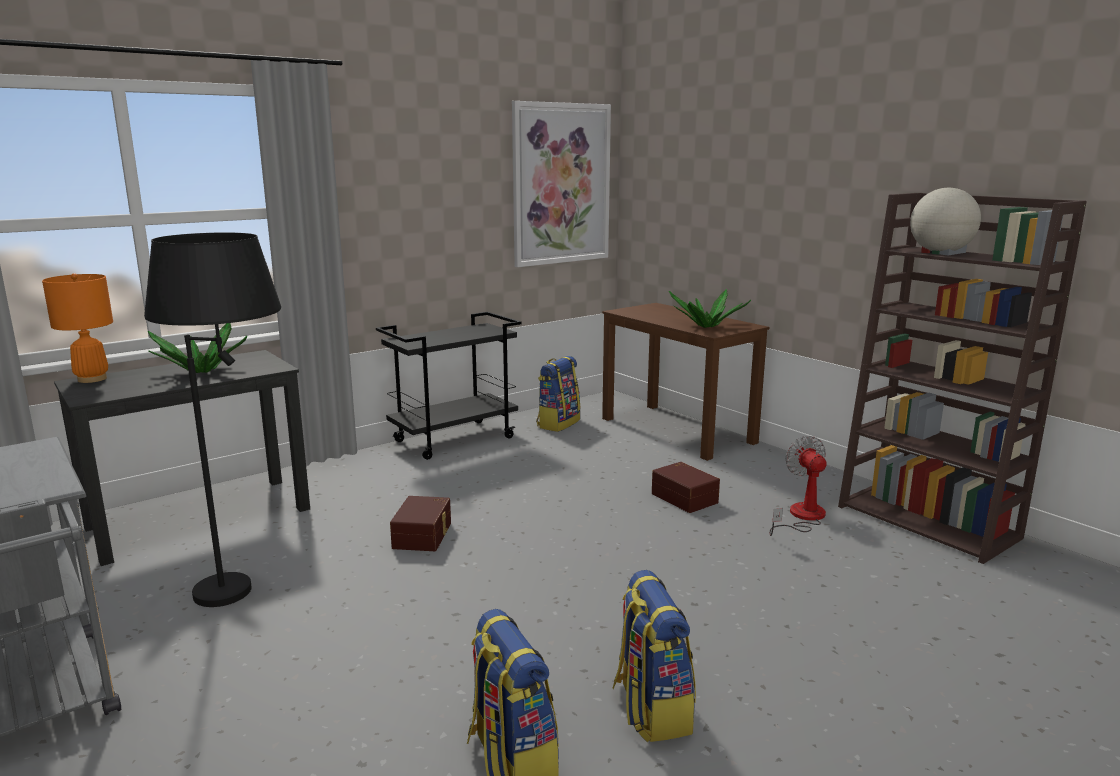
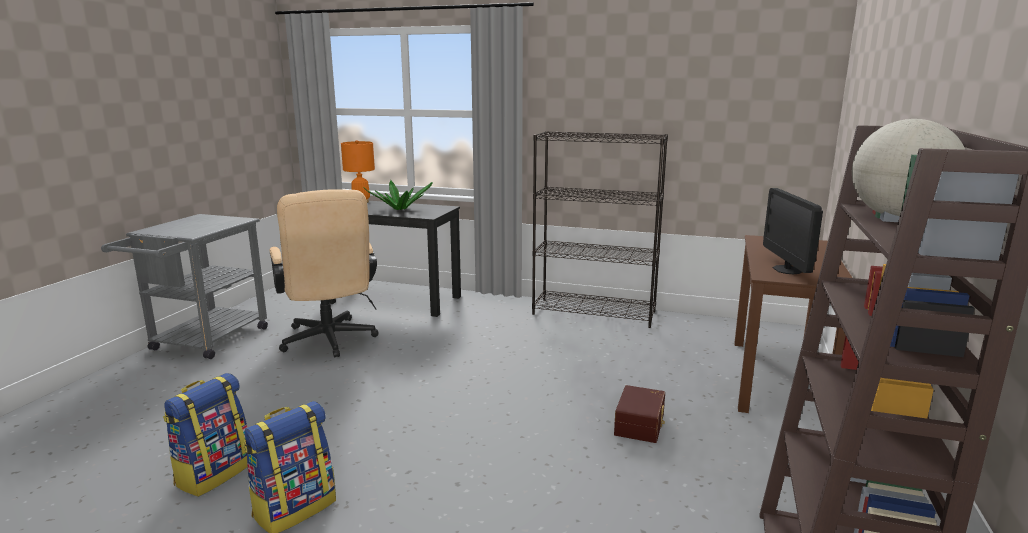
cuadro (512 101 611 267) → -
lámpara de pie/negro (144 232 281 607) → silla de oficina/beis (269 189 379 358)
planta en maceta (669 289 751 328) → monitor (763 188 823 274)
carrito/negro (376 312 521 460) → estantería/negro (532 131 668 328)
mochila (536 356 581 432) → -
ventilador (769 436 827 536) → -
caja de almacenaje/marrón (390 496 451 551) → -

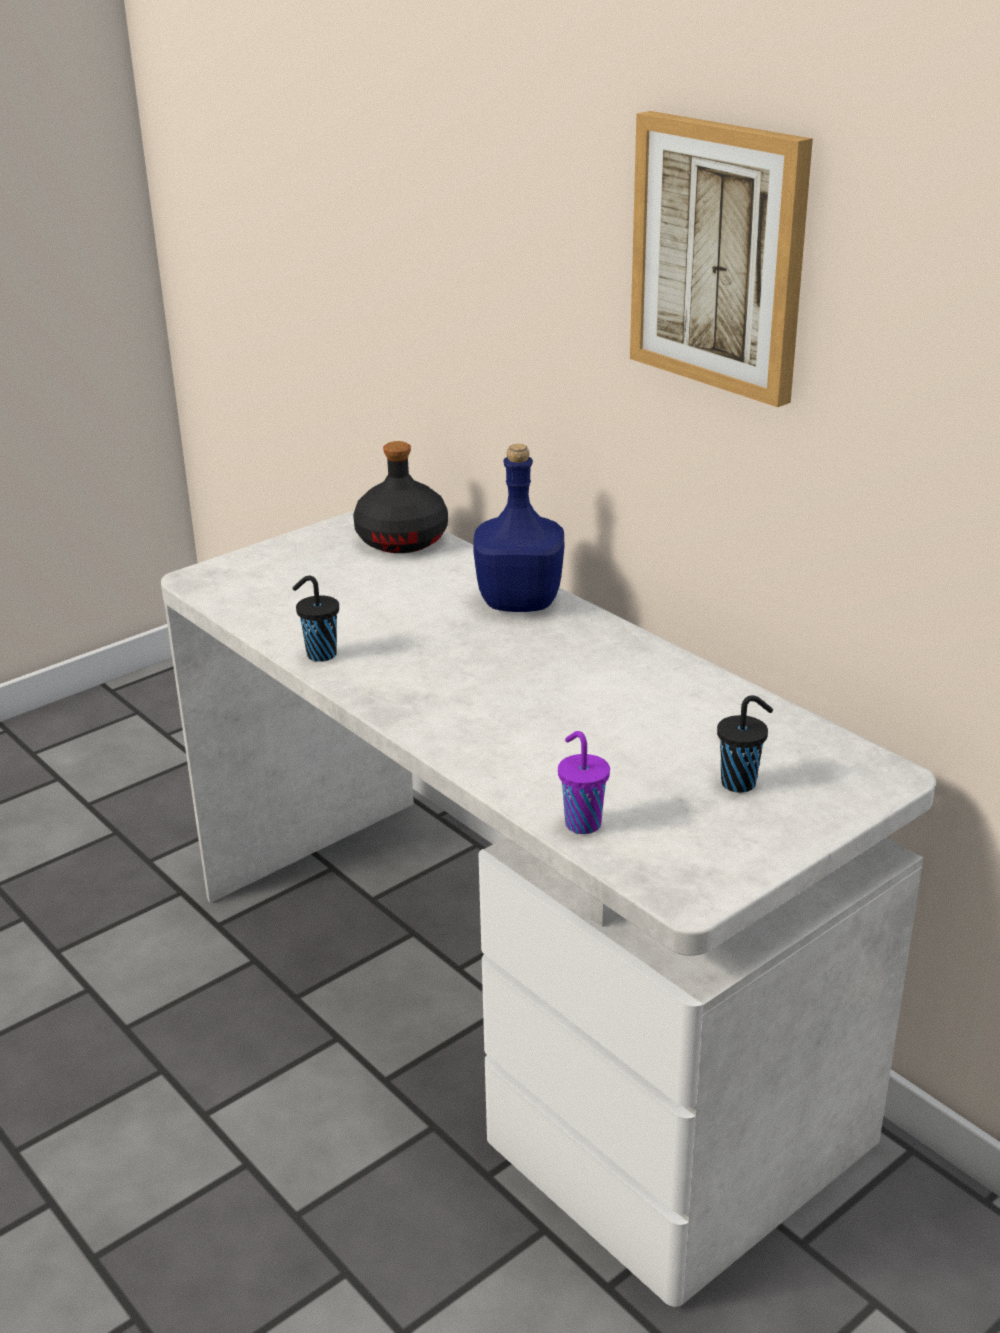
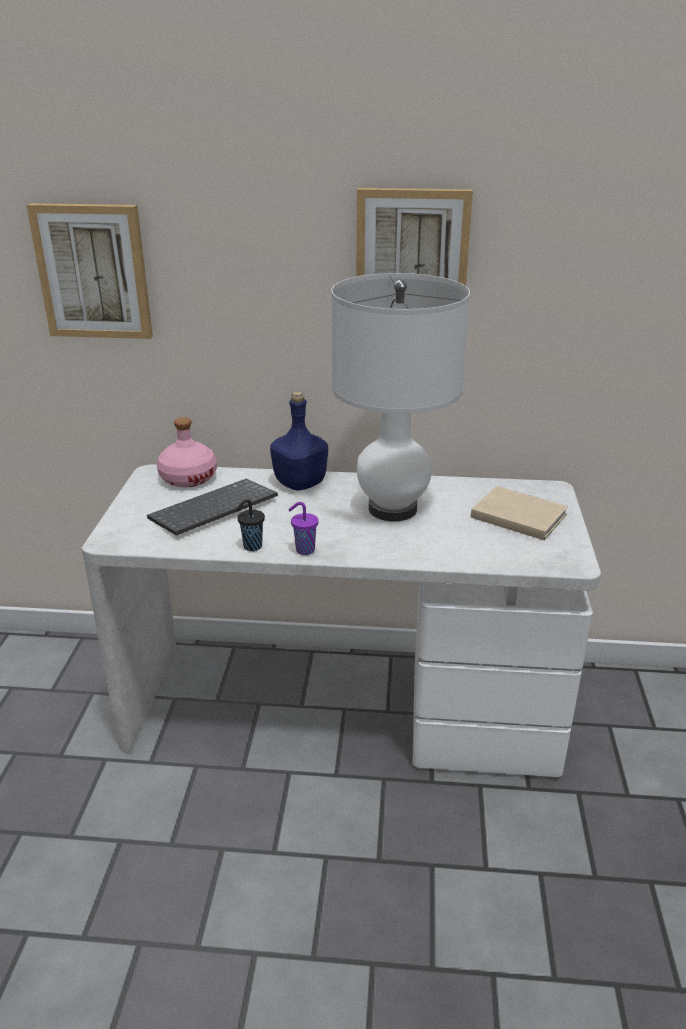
botella/negro (353 441 448 553) → botella/rosa (157 417 217 487)
taza/negro (717 695 773 793) → libro/beis (471 486 568 540)
taza/morado (558 731 610 834) → taza/morado (288 502 318 555), shifted
- → cuadro (27 203 153 339)
- → lámpara de mesa/blanco (331 273 470 521)
- → teclado (147 479 278 536)

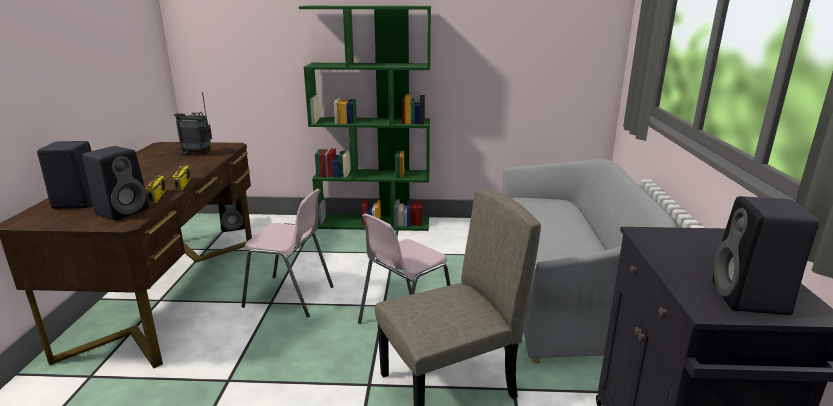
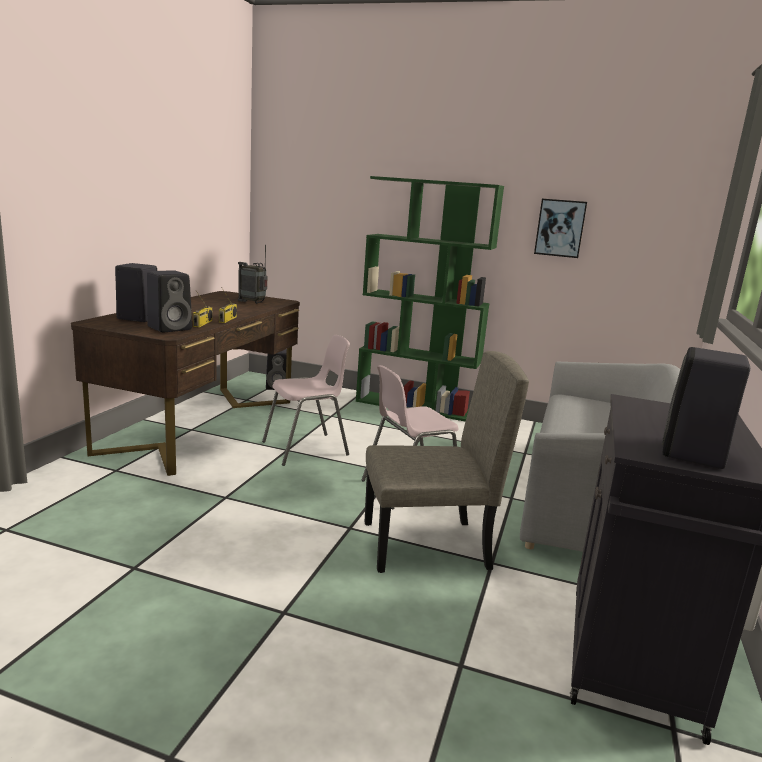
silla/rosa (242 189 334 317) → silla/rosa (262 335 350 466), 60 degrees counterclockwise
- → cuadro (534 199 587 258)

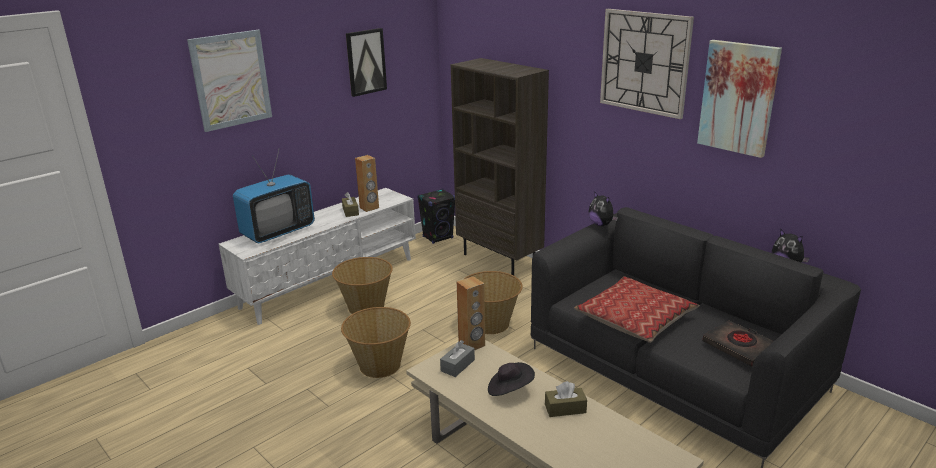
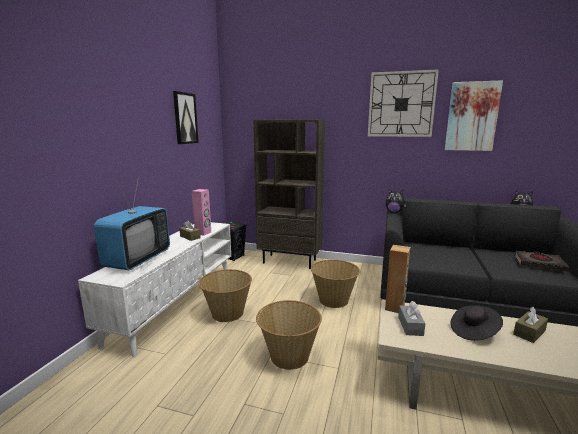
cuadro (187 30 272 132) → -
altavoz/marrón (355 155 379 212) → altavoz/rosa (192 189 211 236)
cojín (574 276 700 343) → -

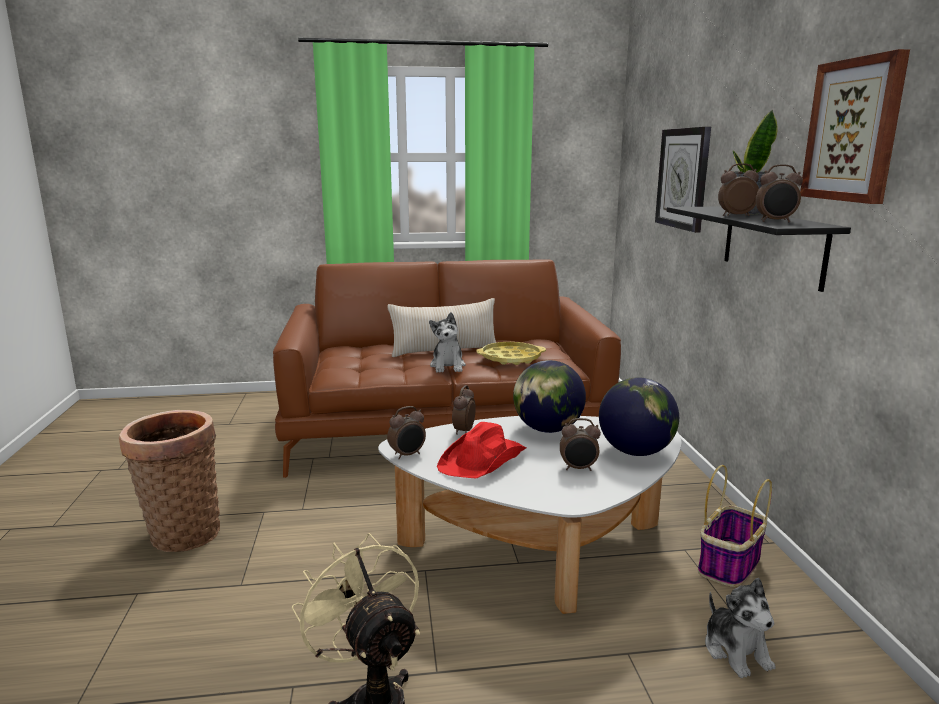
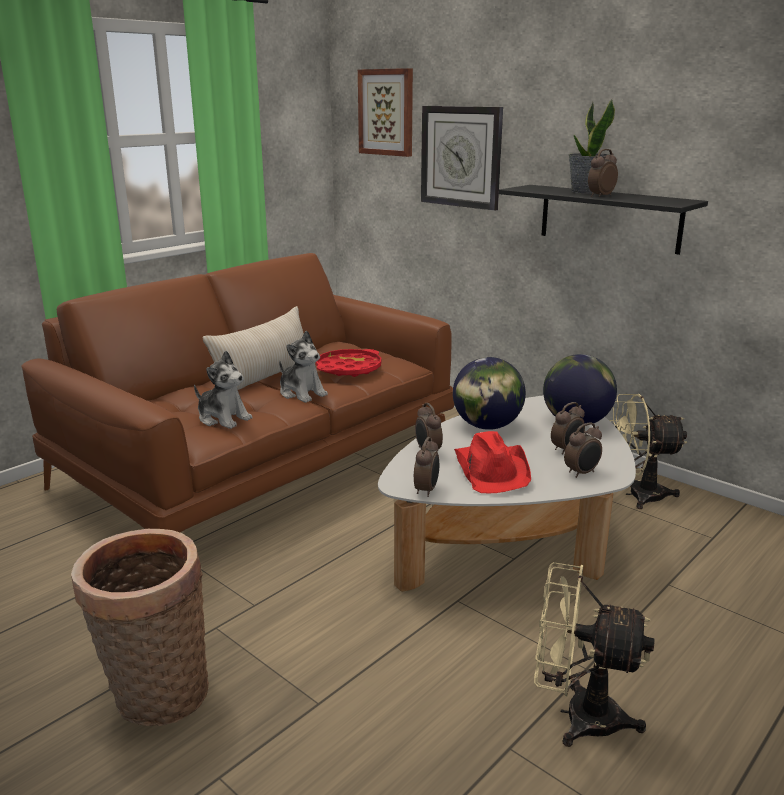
cuadro (800 49 910 204) → cuadro (358 68 413 157), shifted
despertador (755 164 803 223) → despertador (564 423 602 478), shifted
bandeja/amarillo (476 342 546 365) → bandeja/rojo (316 349 381 377)
cesta (698 465 772 587) → ventilador/beis (609 394 688 509)
peluche (705 578 775 678) → peluche (194 351 253 429), shifted

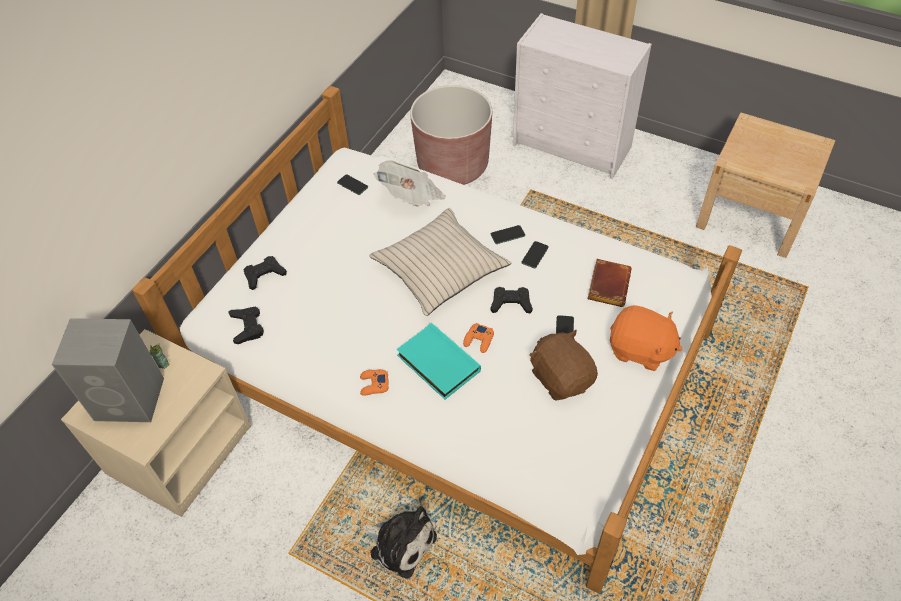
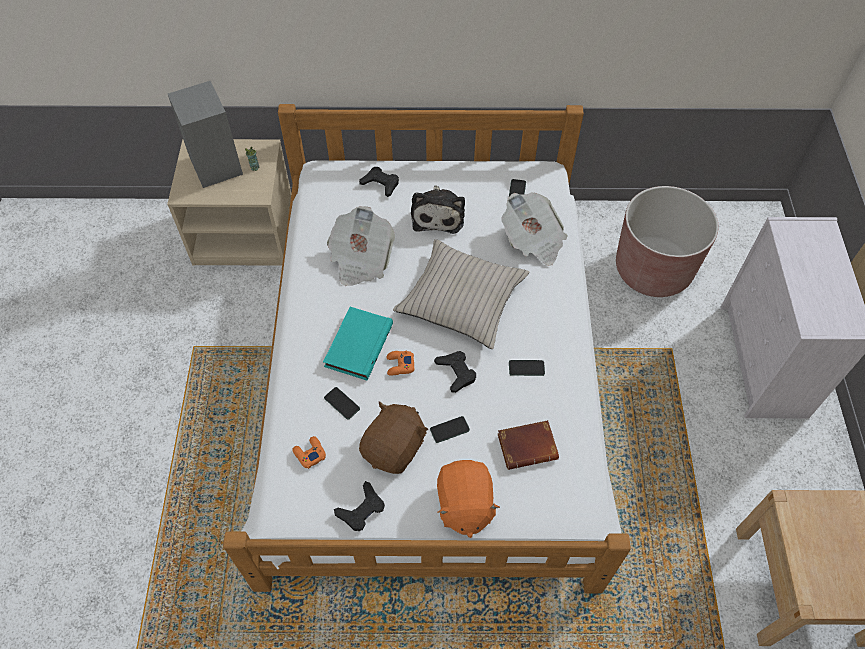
móvil (491 225 525 244) → móvil (324 387 360 419), shifted
mando de consola/negro (228 307 264 344) → mando de consola/negro (334 481 385 531), shifted
mando de consola/naranja (360 369 389 396) → mando de consola/naranja (292 436 326 469), shifted
peluche (363 506 437 579) → peluche (411 185 465 234), shifted
- → periódico (327 206 395 286)

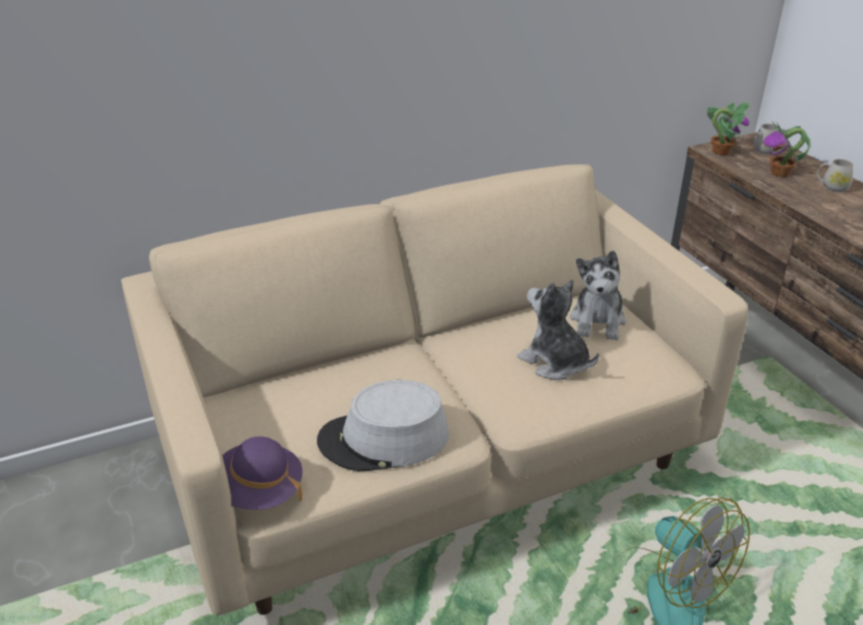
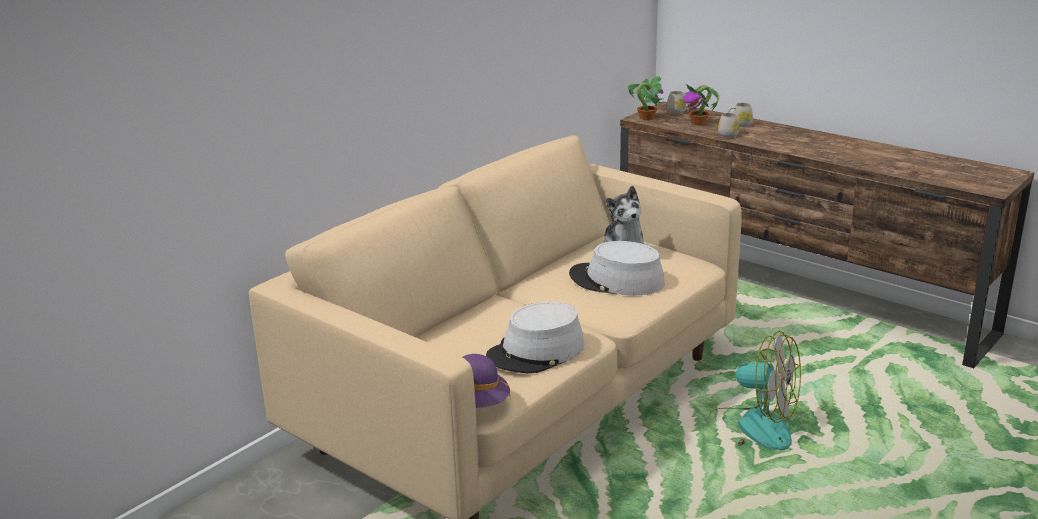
peluche (517 279 599 380) → sombrero/gris (569 241 665 295)
- → taza grande/blanco (718 113 739 138)

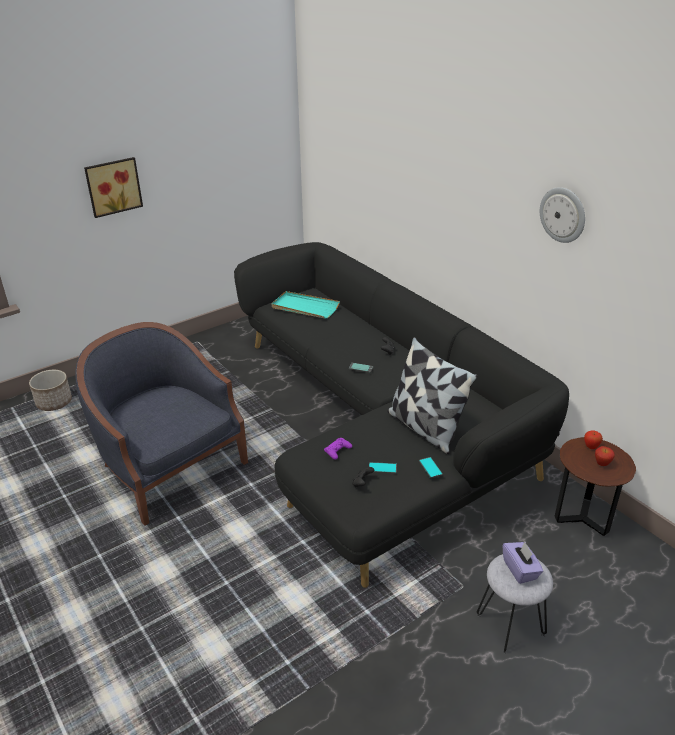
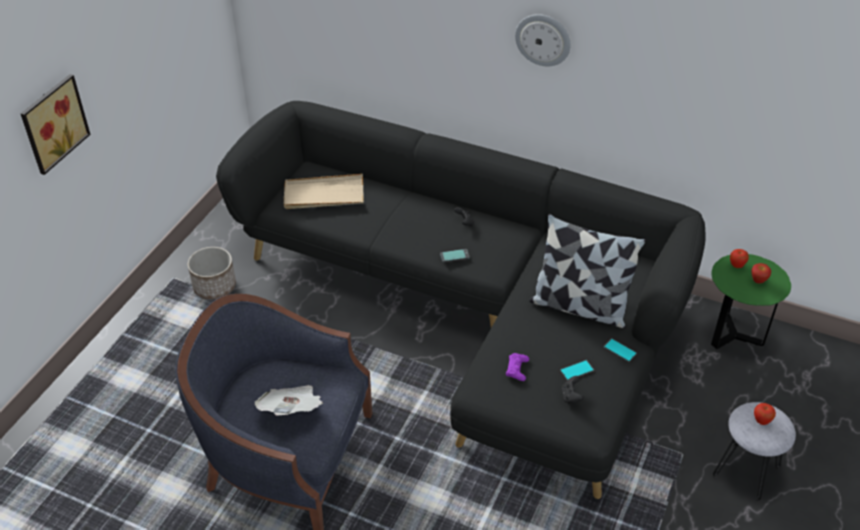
reloj de pared (540 187 585 243) → reloj de pared (515 14 571 66), shifted
bandeja/turquesa (272 291 340 319) → bandeja/beis (284 174 364 209)
maceta (29 370 72 411) → maceta (188 247 236 300), shifted
mesa auxiliar/marrón (555 437 636 536) → mesa auxiliar/verde (711 254 791 349)
caja de pañuelos/morado (502 542 543 584) → manzana (754 403 776 425)
- → periódico (255 385 323 415)

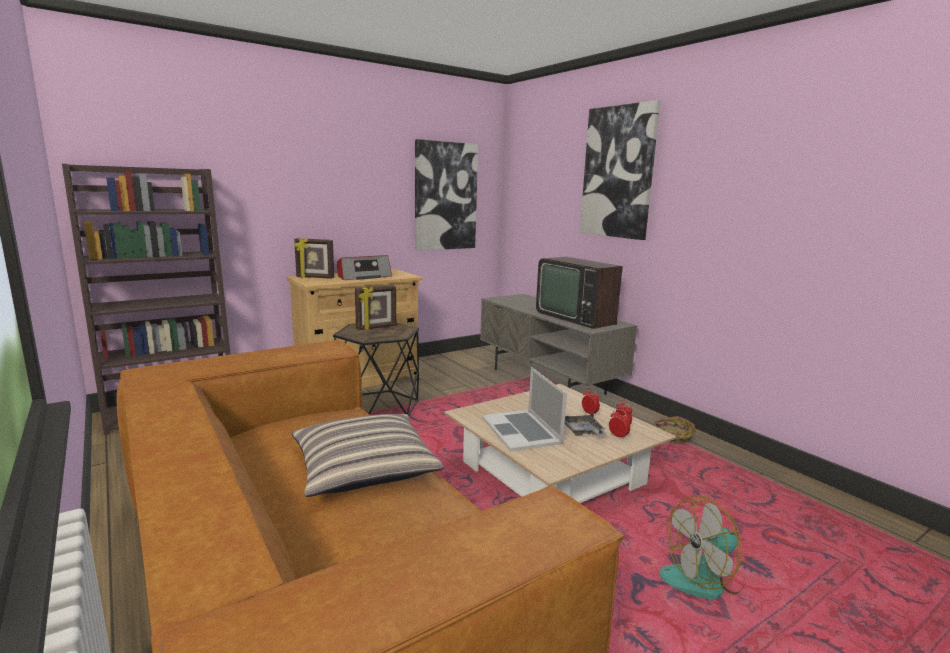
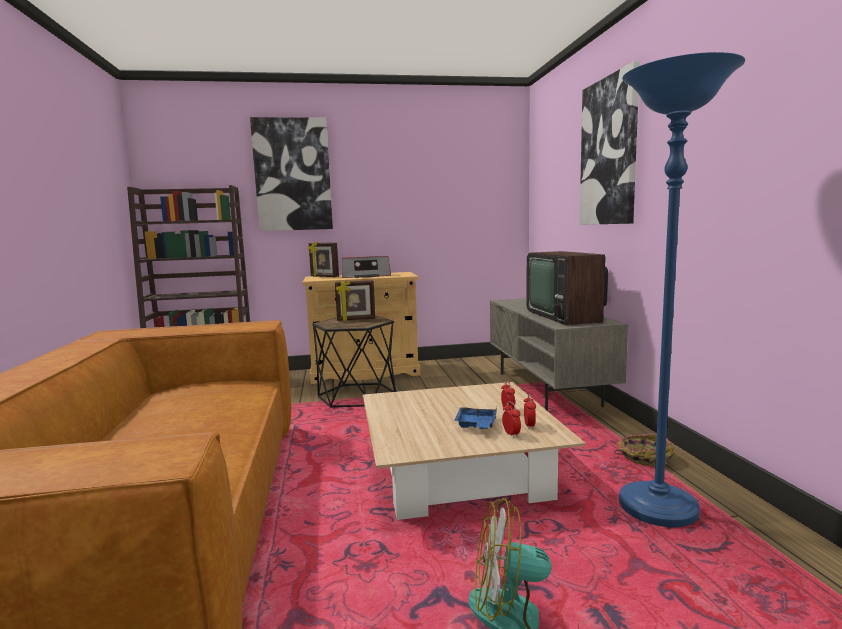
cuadro (415 139 478 251) → cuadro (250 117 333 231), shifted
portátil (482 367 567 451) → -
bandeja/gris (565 412 607 436) → bandeja/azul (454 407 497 429)
cojín (292 414 444 497) → -
- → lámpara de pie/azul (619 52 745 527)

